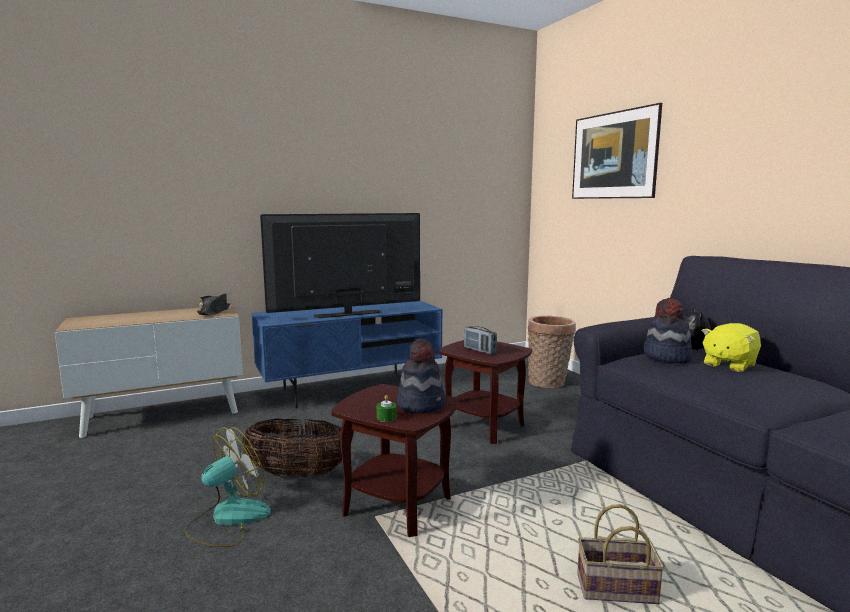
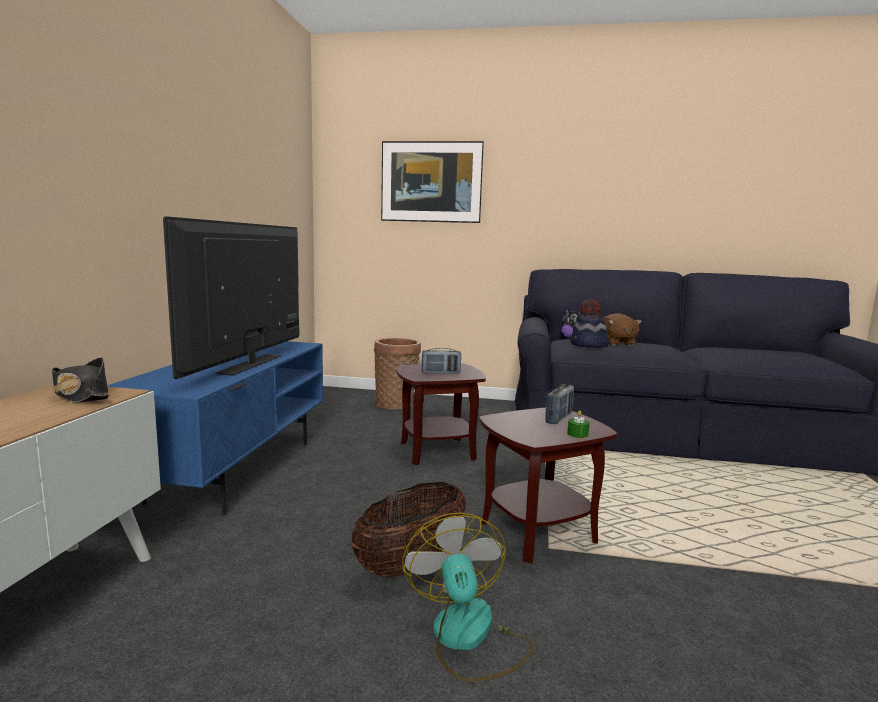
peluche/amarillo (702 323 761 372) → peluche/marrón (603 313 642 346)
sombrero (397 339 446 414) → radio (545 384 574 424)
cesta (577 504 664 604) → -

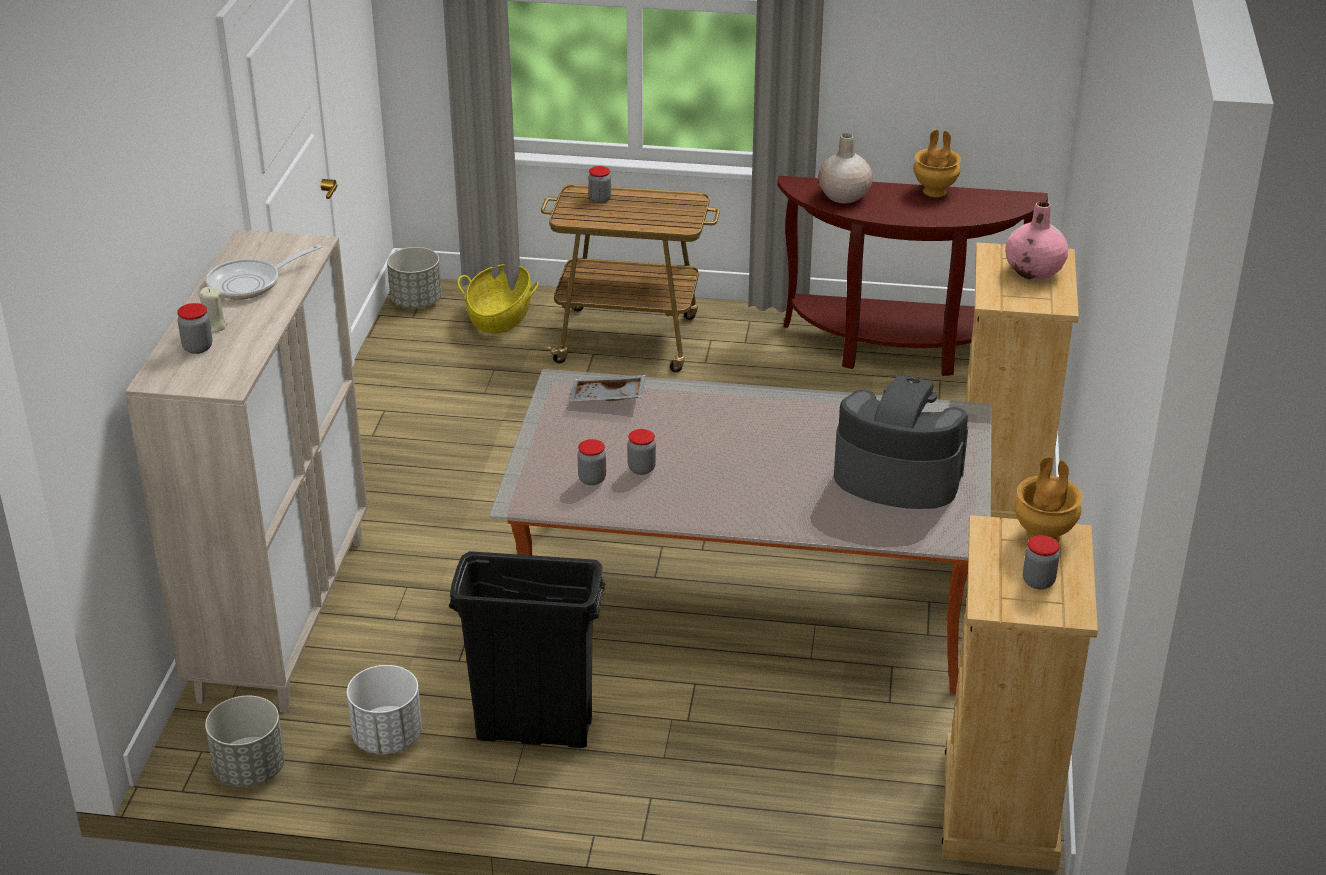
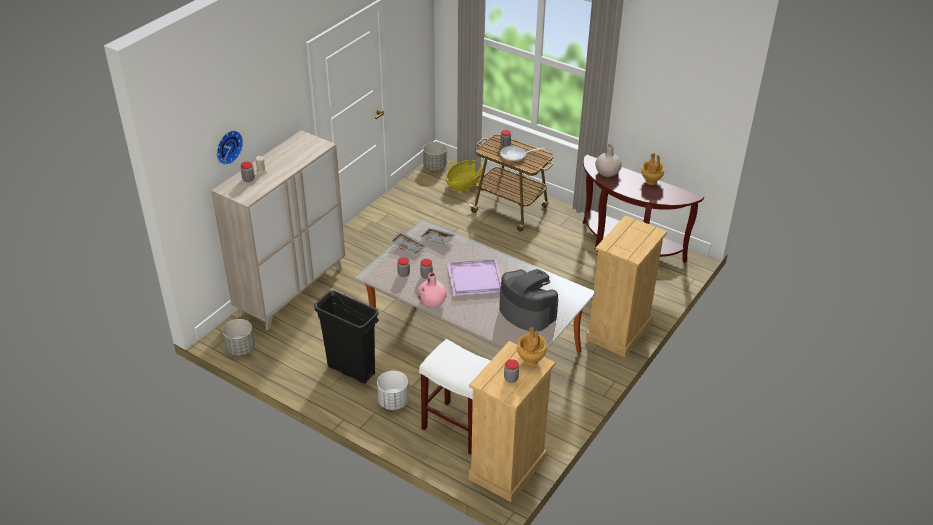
florero/rosa (1005 201 1068 280) → florero/rosa (417 272 447 308), shifted
sartén (206 244 322 299) → sartén (500 146 545 162), shifted
maceta/blanco (347 665 422 754) → maceta/blanco (377 371 409 410), shifted
- → reloj de pared (217 130 243 166)
- → bandeja/gris (390 231 427 256)
- → bandeja/morado (447 259 501 296)
- → taburete/blanco (419 339 491 455)

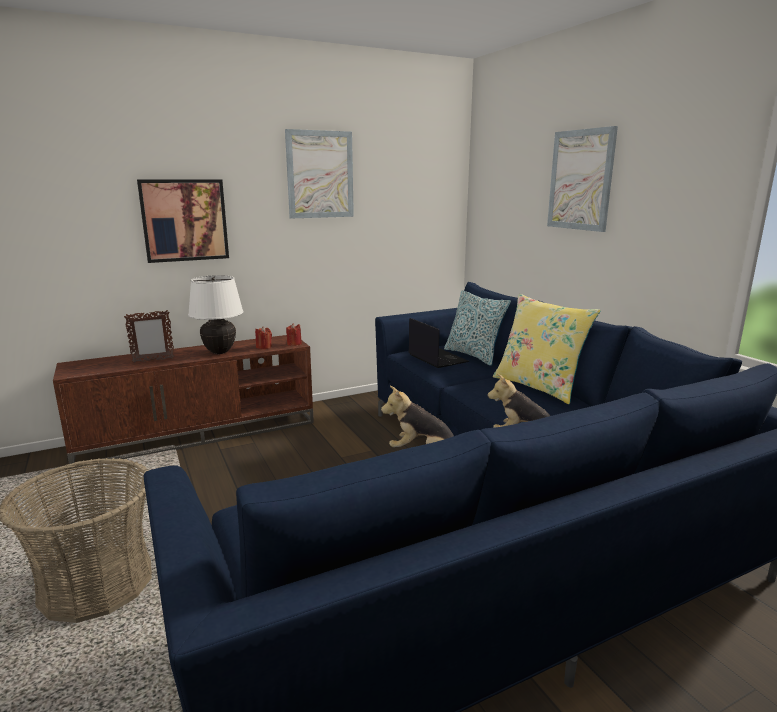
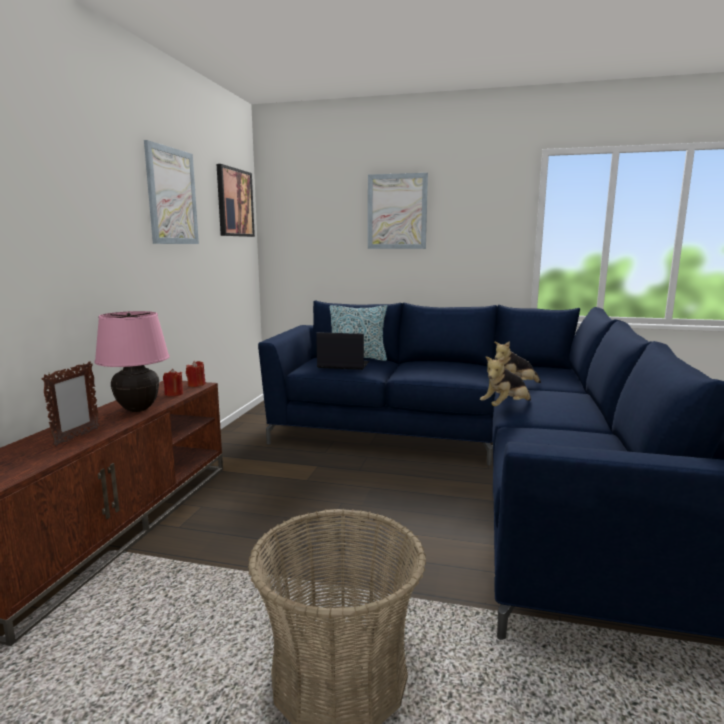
cuadro (137 180 229 263) → cuadro (216 164 255 237), shifted
lámpara de mesa/blanco (188 275 244 354) → lámpara de mesa/rosa (94 311 170 412)
cojín/amarillo (493 294 601 404) → -

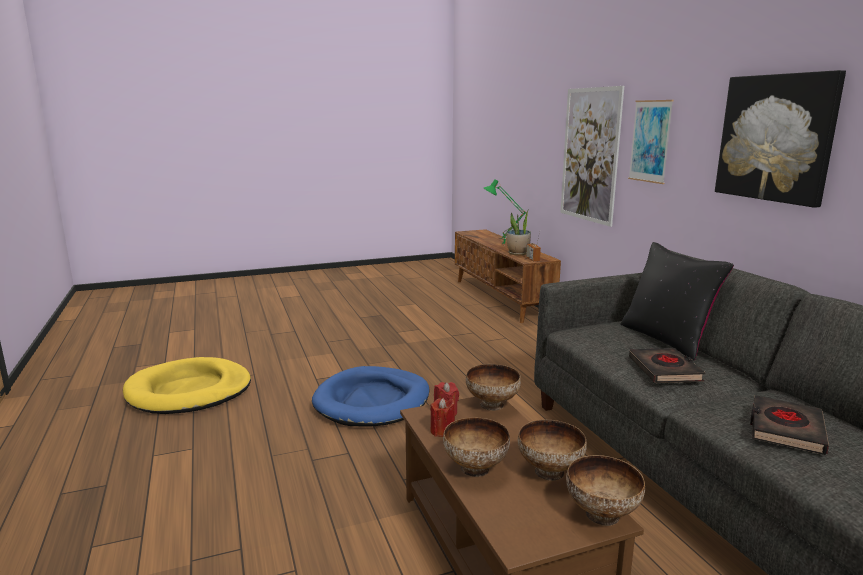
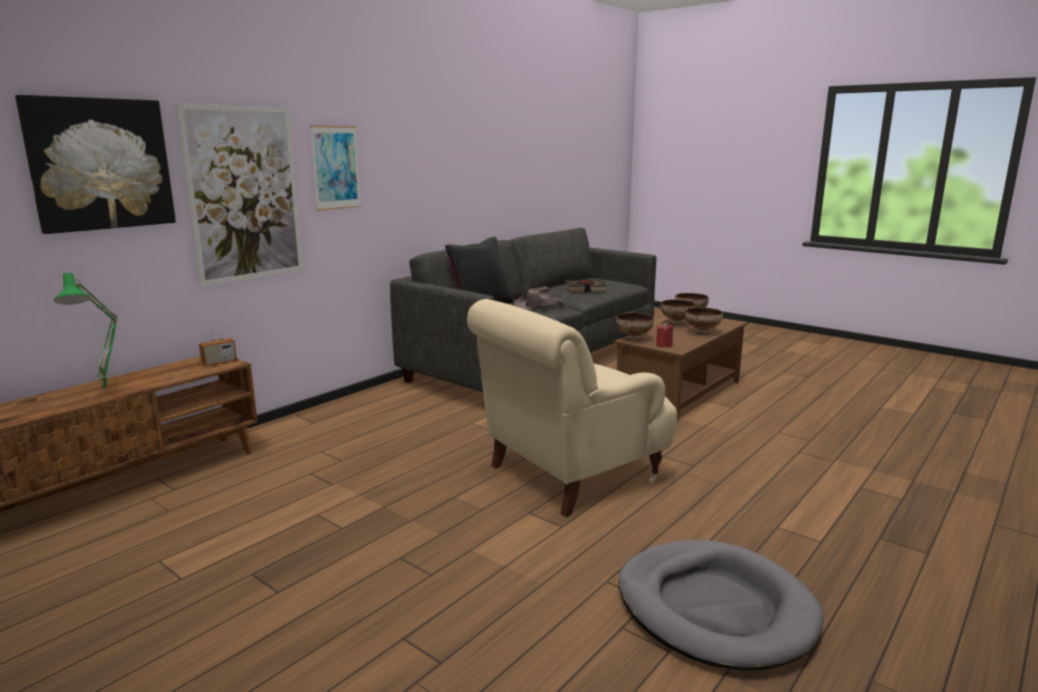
cuadro (715 70 846 208) → cuadro (15 95 176 234), shifted
planta en maceta (506 211 531 255) → -
libro/negro (629 348 705 383) → sombrero/marrón (514 286 565 310)
cama para perro/amarillo (123 357 251 414) → cama para perro/gris (618 540 824 670)
cama para perro/azul (312 366 430 427) → sillón/beis (467 299 677 517)
vela/rojo (430 398 455 437) → -

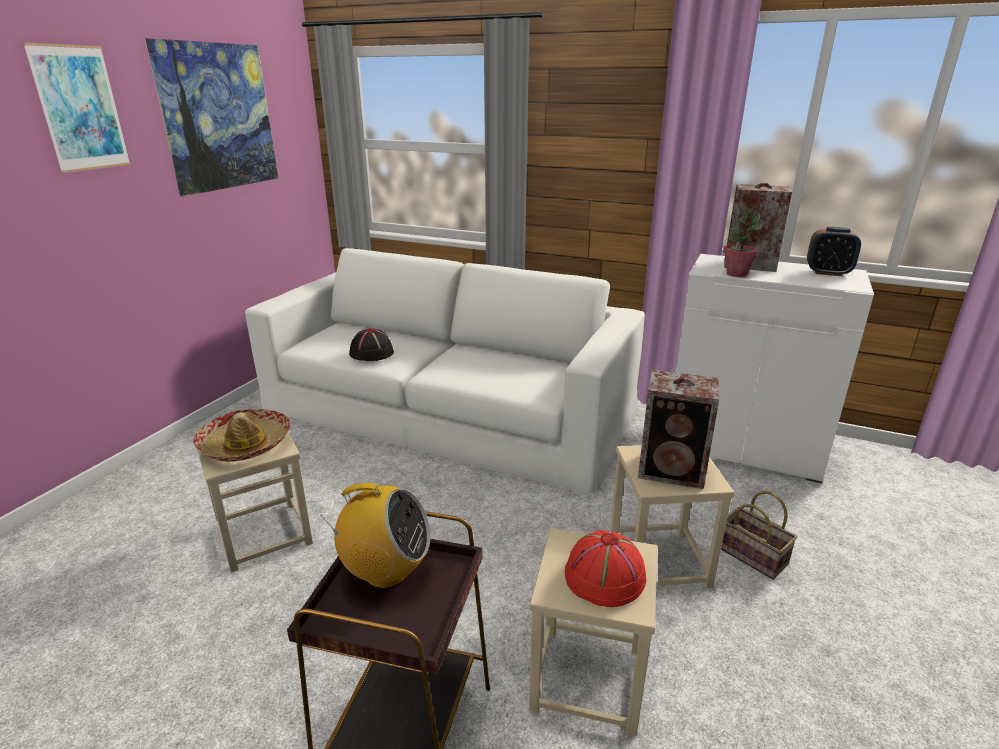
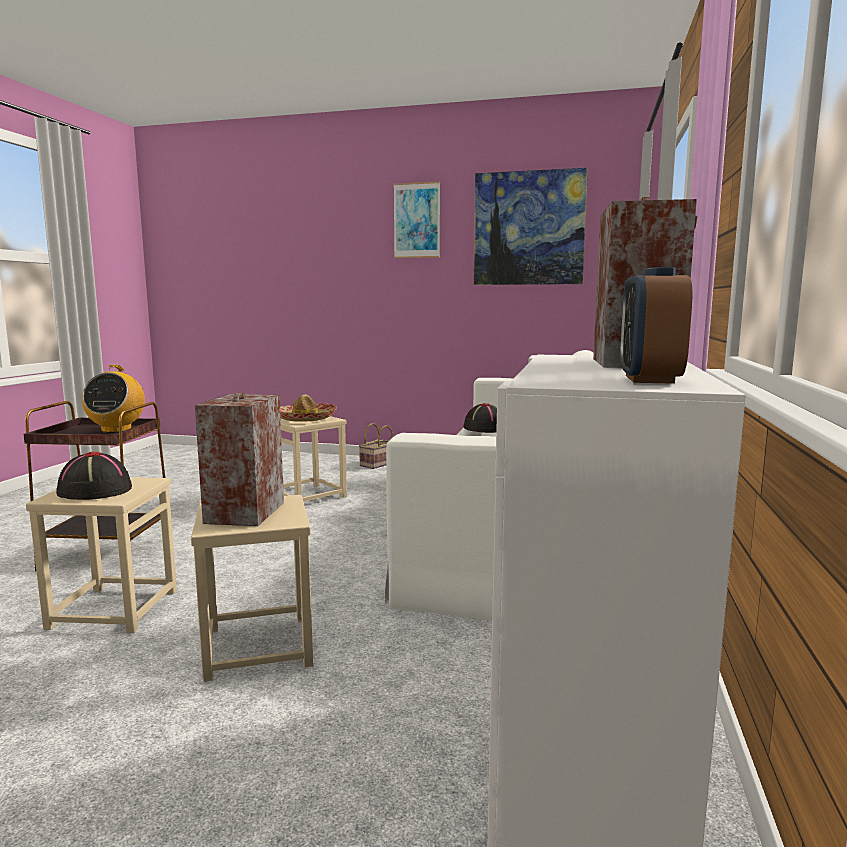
planta en maceta (723 211 762 277) → -
cesta (721 491 797 579) → cesta (359 423 393 469), shifted
sombrero/rojo (565 530 646 607) → sombrero/negro (56 452 132 500)

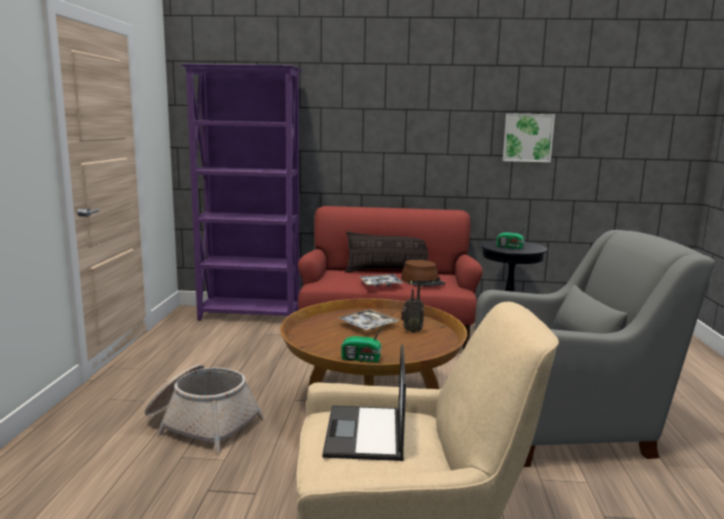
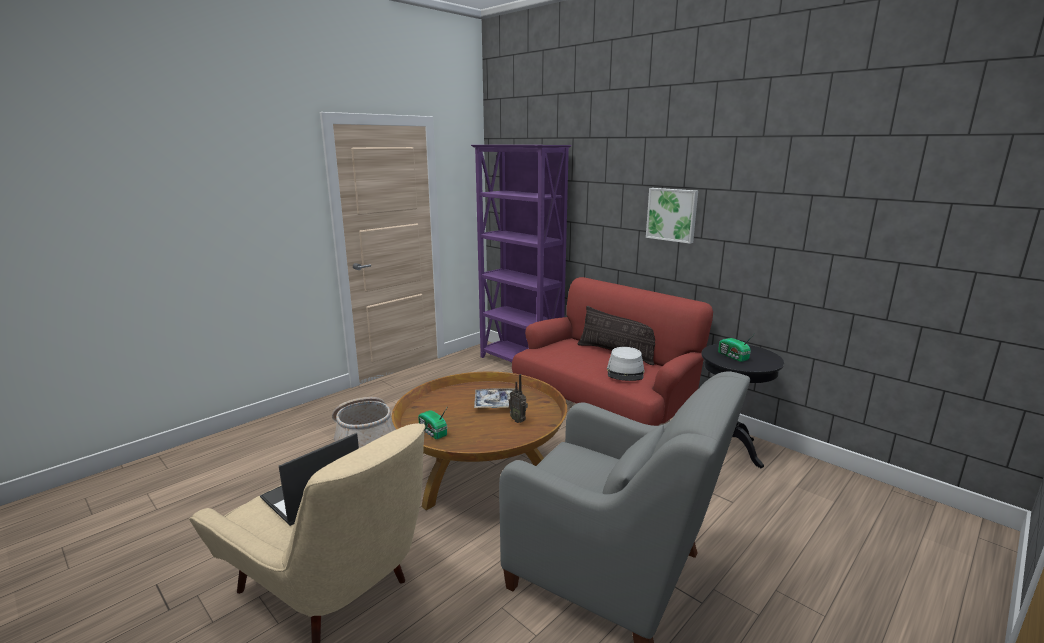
cuadro (503 113 555 162) → cuadro (646 188 698 244), shifted
sombrero/marrón (401 260 445 287) → sombrero/gris (607 347 644 381)
bandeja (359 274 404 287) → -

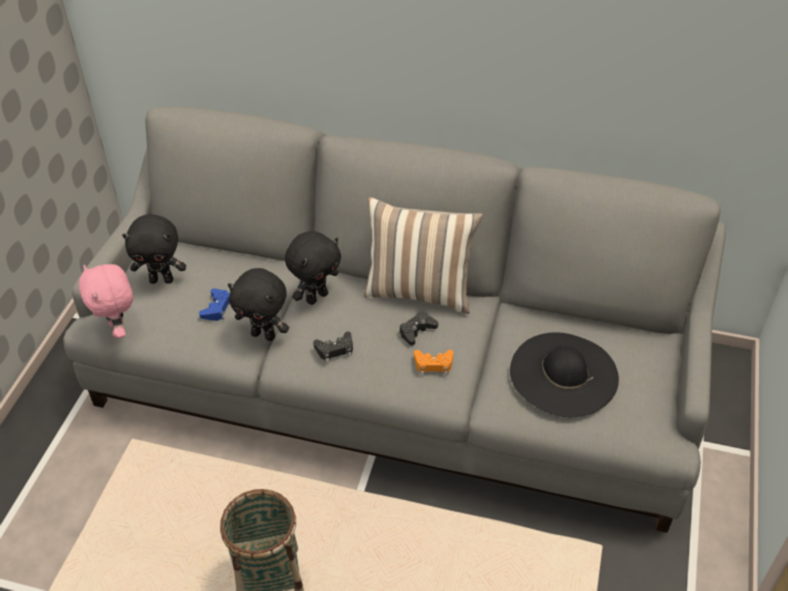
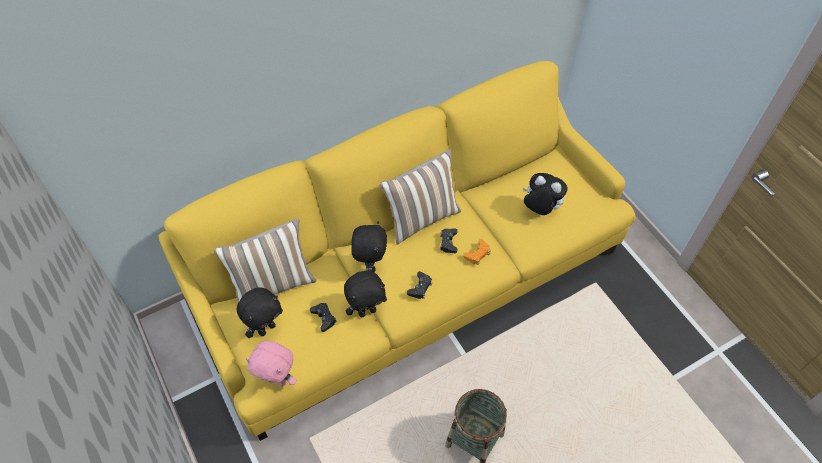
sofá/gris (63 107 726 533) → sofá/amarillo (158 61 635 441)
mando de consola/azul (199 288 230 321) → mando de consola/negro (310 303 337 332)
sombrero/negro (510 332 619 417) → peluche (523 173 568 215)
- → cojín (214 218 316 303)

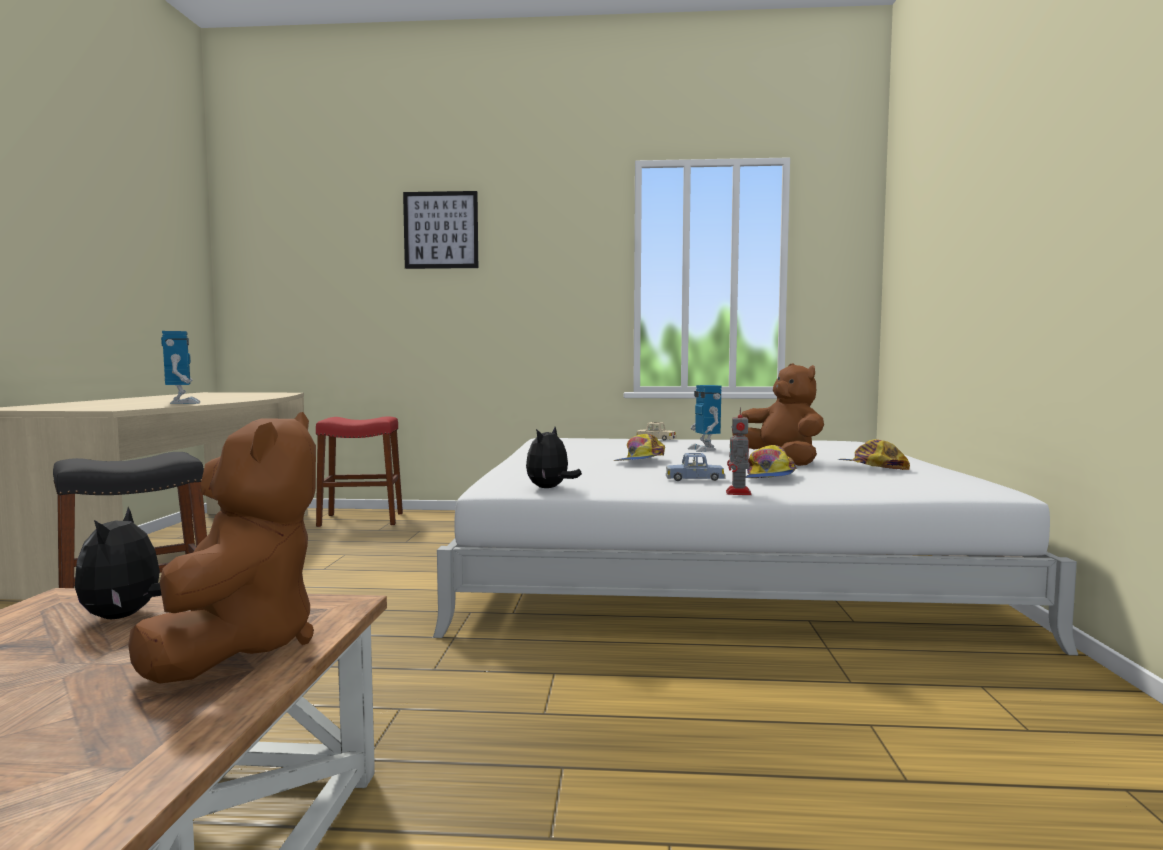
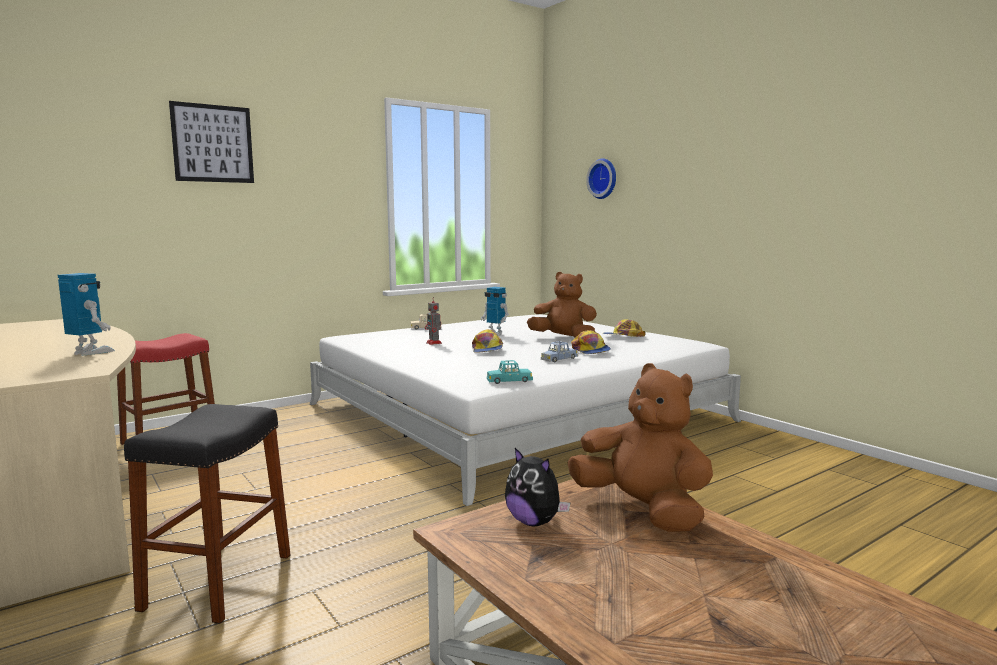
robot de juguete (726 407 752 495) → robot de juguete (425 297 442 345), shifted
peluche (526 427 582 488) → coche de juguete/turquesa (487 360 533 384)
- → reloj de pared (586 158 616 199)

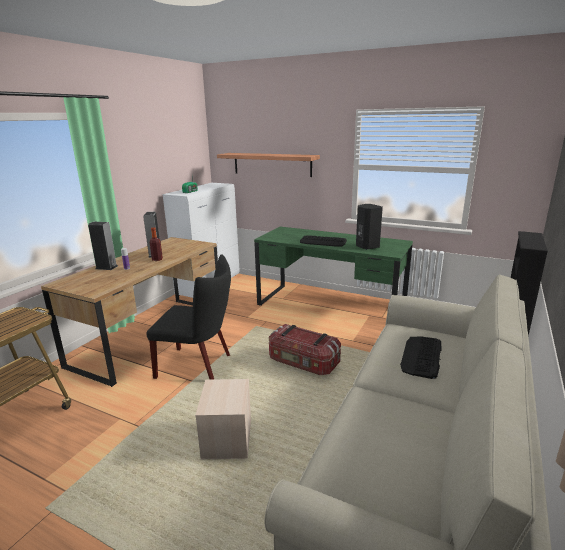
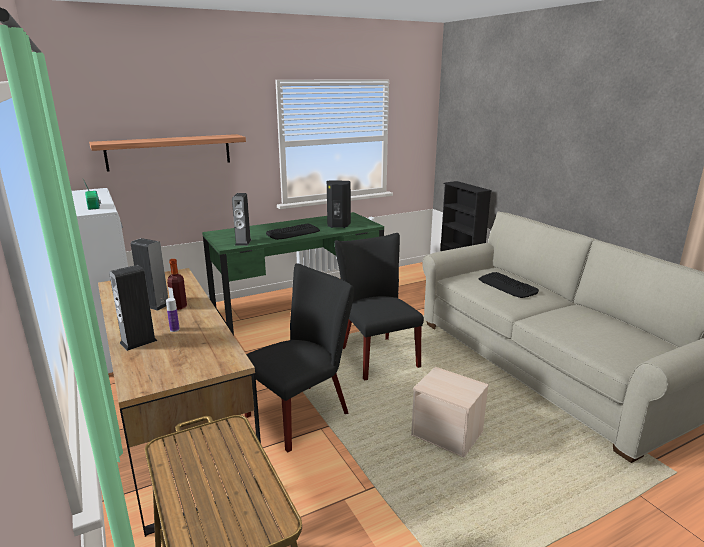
caja de almacenaje (269 324 341 375) → silla/negro (335 233 424 381)
- → altavoz (232 193 251 246)

